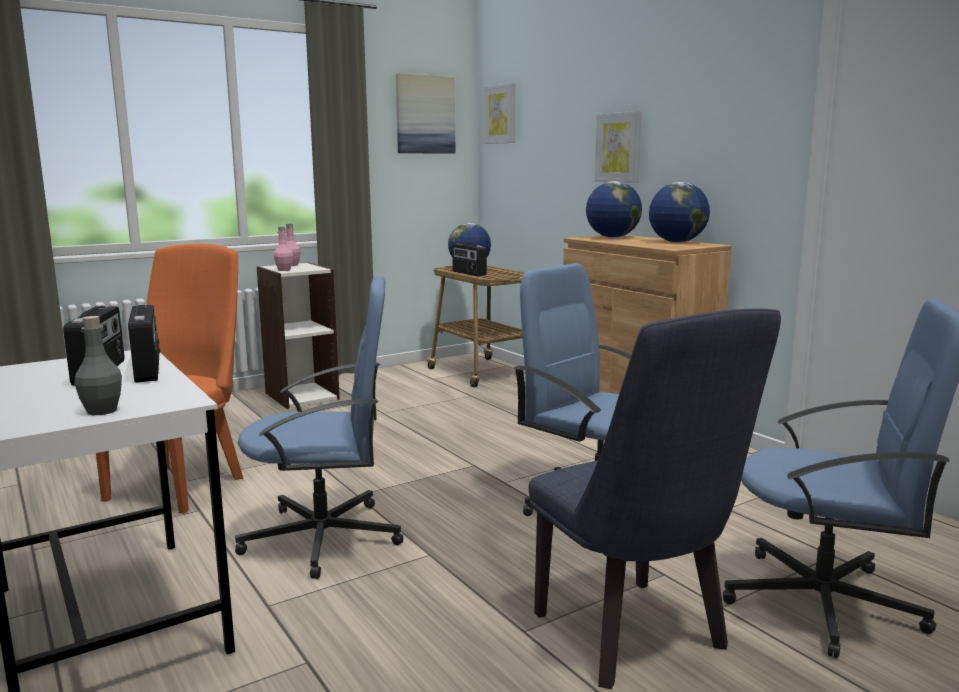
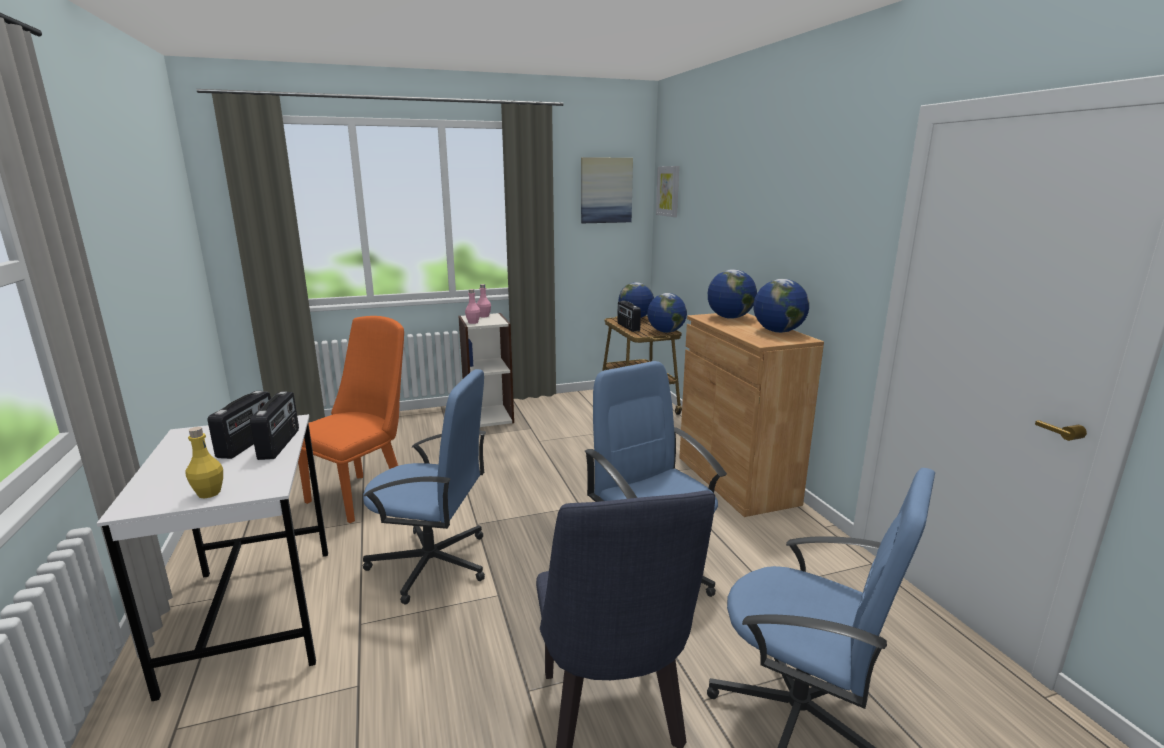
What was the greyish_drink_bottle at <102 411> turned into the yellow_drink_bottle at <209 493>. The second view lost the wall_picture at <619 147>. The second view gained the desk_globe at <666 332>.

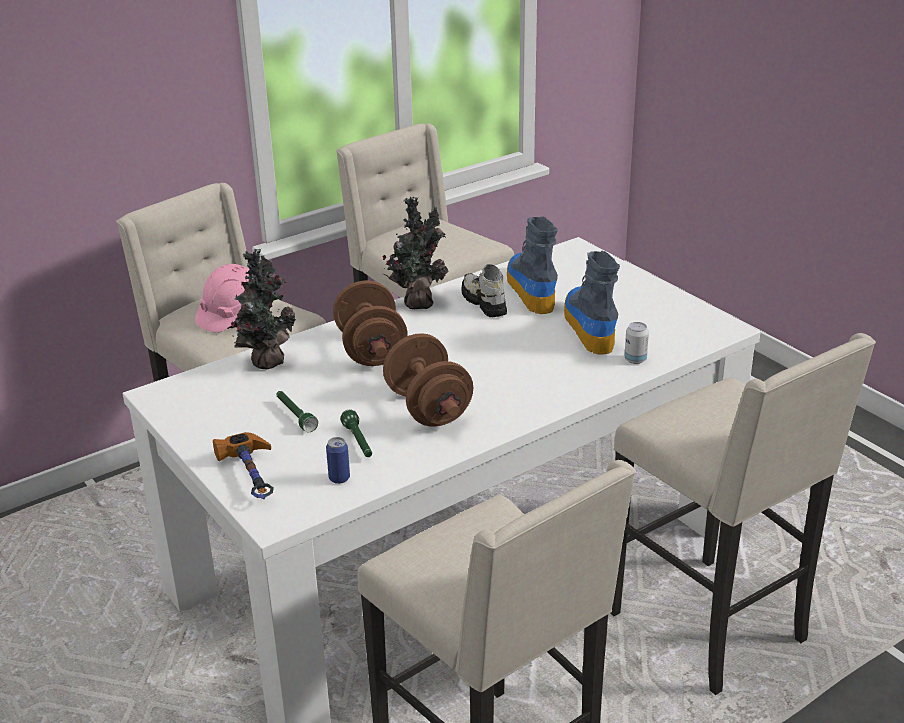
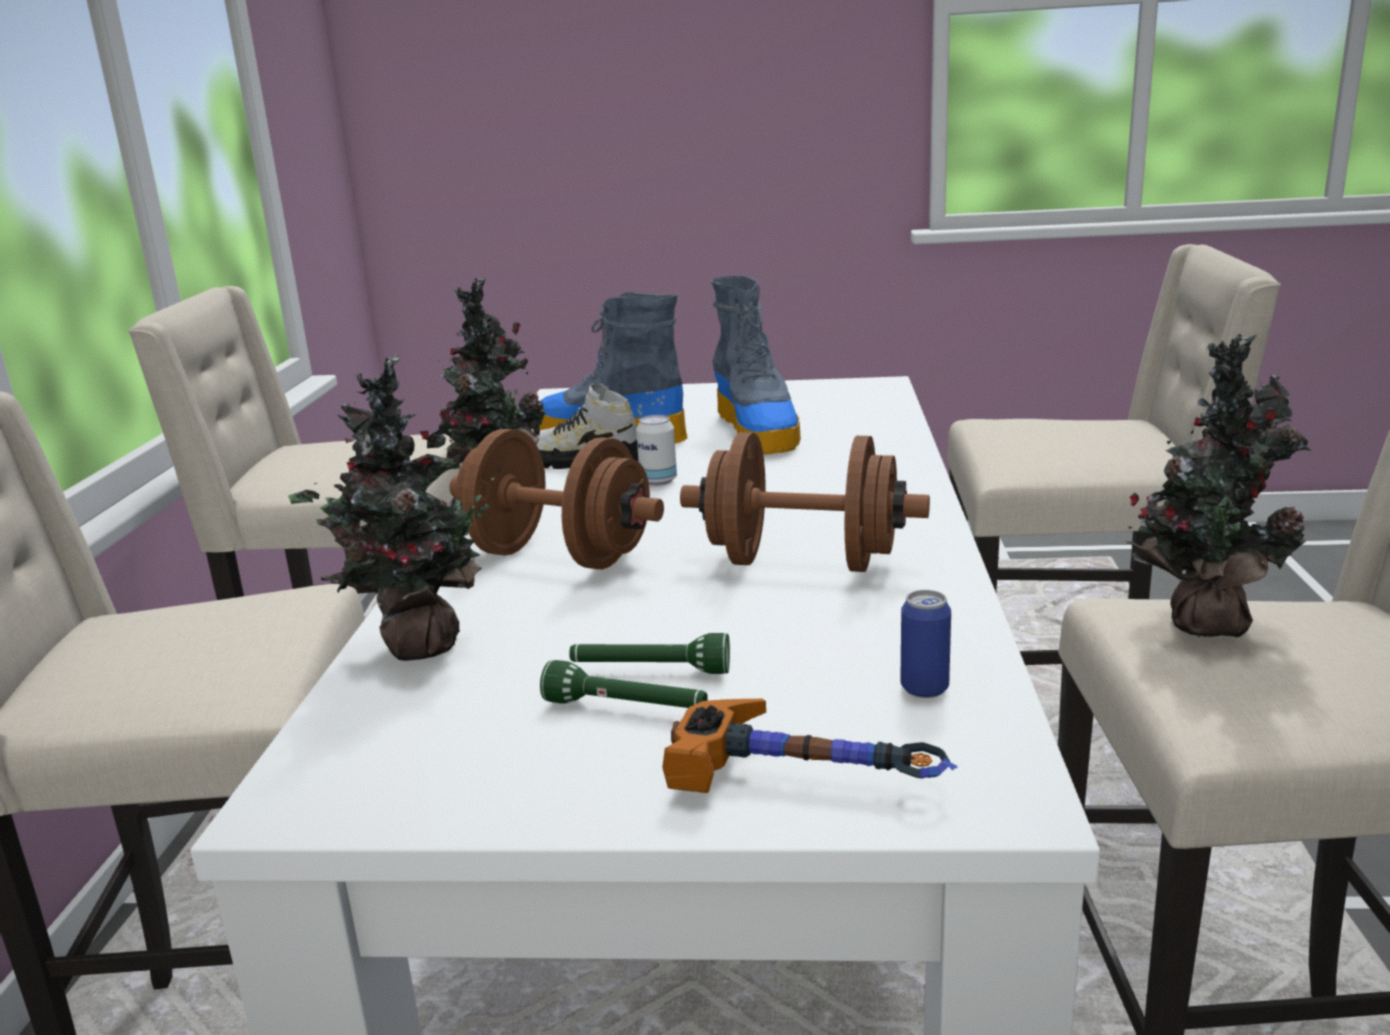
The second view lost the pink-coloured_hard_hat at <231 314>. The green_flashlight ended up elsewhere, having gone from <358 442> to <626 708>. The high-top_boot at <588 327> ended up facing another way, 135 degrees counterclockwise from before. The can ended up elsewhere, having gone from <635 360> to <658 481>. The second view gained the potted_plant at <1203 622>.

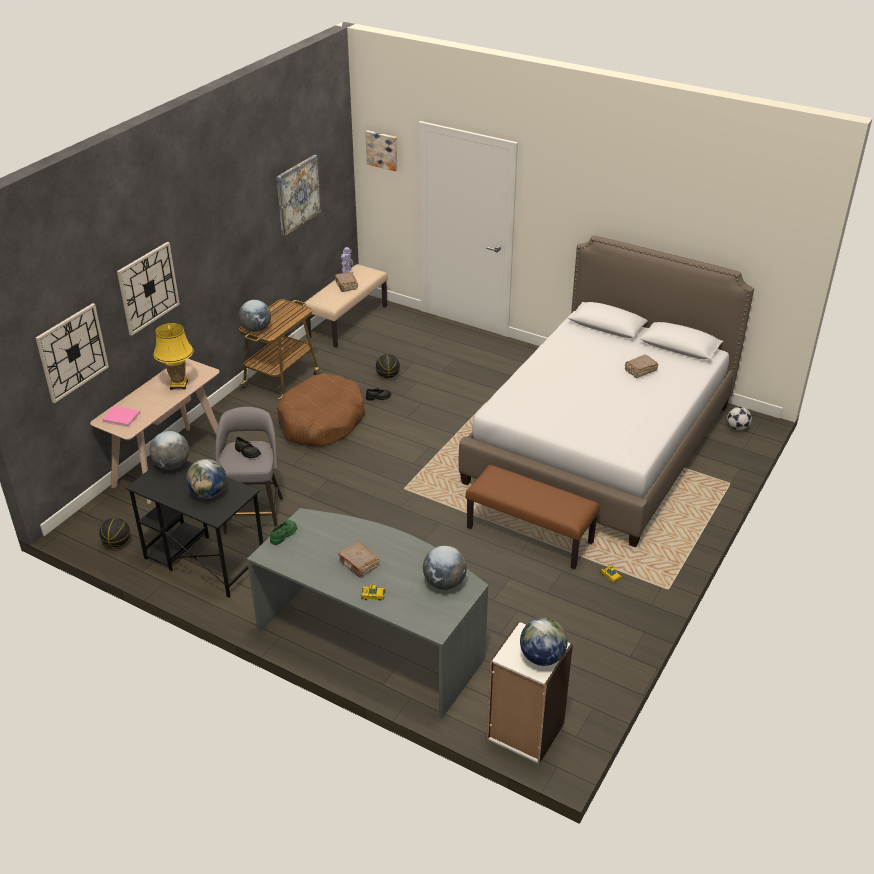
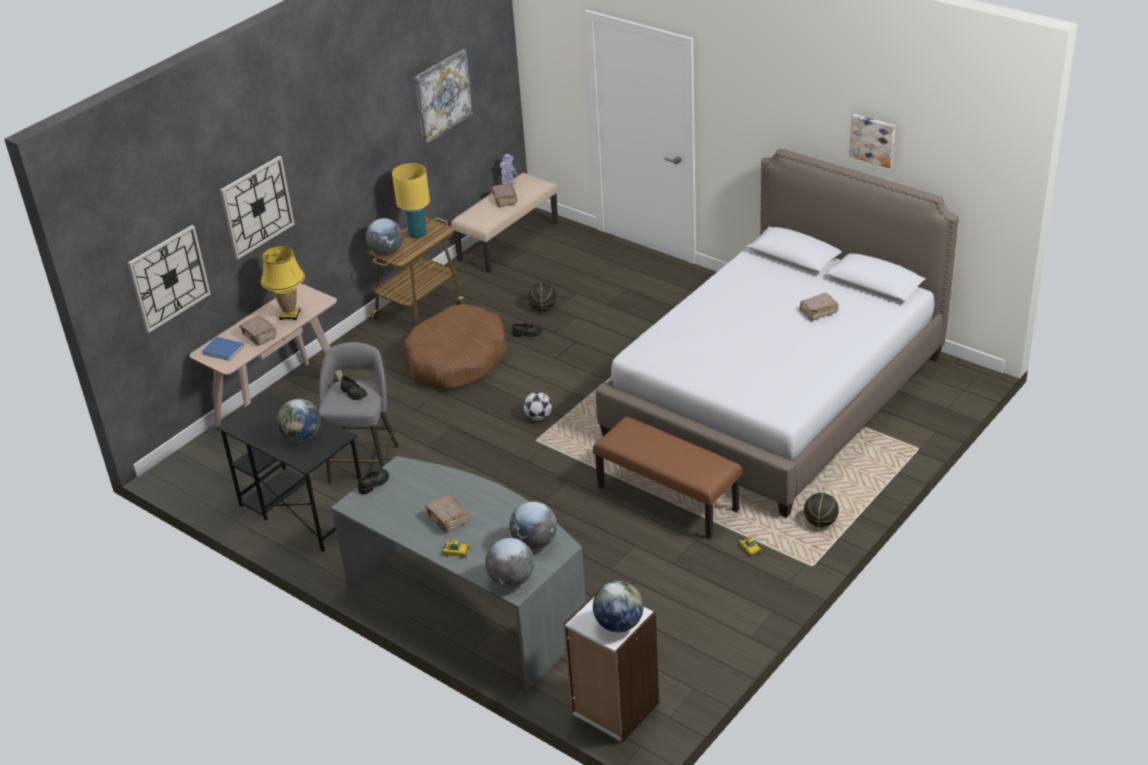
The ball_for_basketball ended up elsewhere, having gone from <117 543> to <820 522>. What was the pink-coloured_bound_book at <122 418> turned into the bluish_bound_book at <224 350>. The desk_globe ended up elsewhere, having gone from <172 465> to <511 580>. What was the green_low_shoe at <284 534> turned into the black_low_shoe at <374 484>. The wall_picture ended up elsewhere, having gone from <382 150> to <873 139>. The ball_for_football ended up elsewhere, having gone from <737 427> to <538 417>. The second view gained the brown-coloured_bound_book at <259 336>. The second view gained the yellow_lamp_for_a_table at <417 234>.

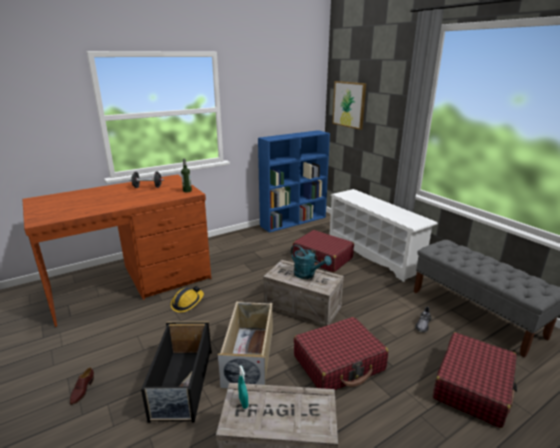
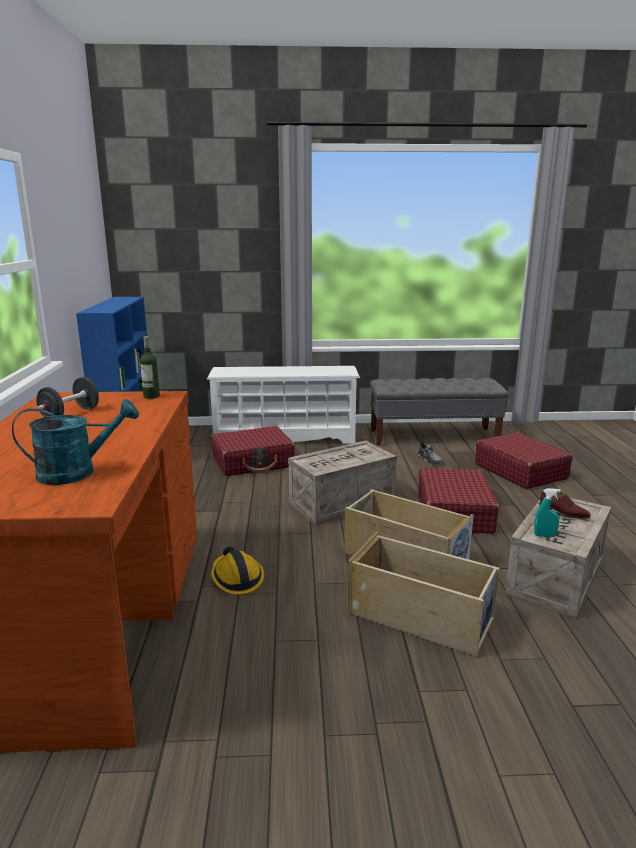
The brown-coloured_low_shoe ended up elsewhere, having gone from <82 390> to <563 513>. What was the black_storage_bin at <182 384> turned into the beige-coloured_storage_bin at <421 617>. The turquoise_sprinkling_can ended up elsewhere, having gone from <307 274> to <77 472>. The second view lost the wall_picture at <349 104>.

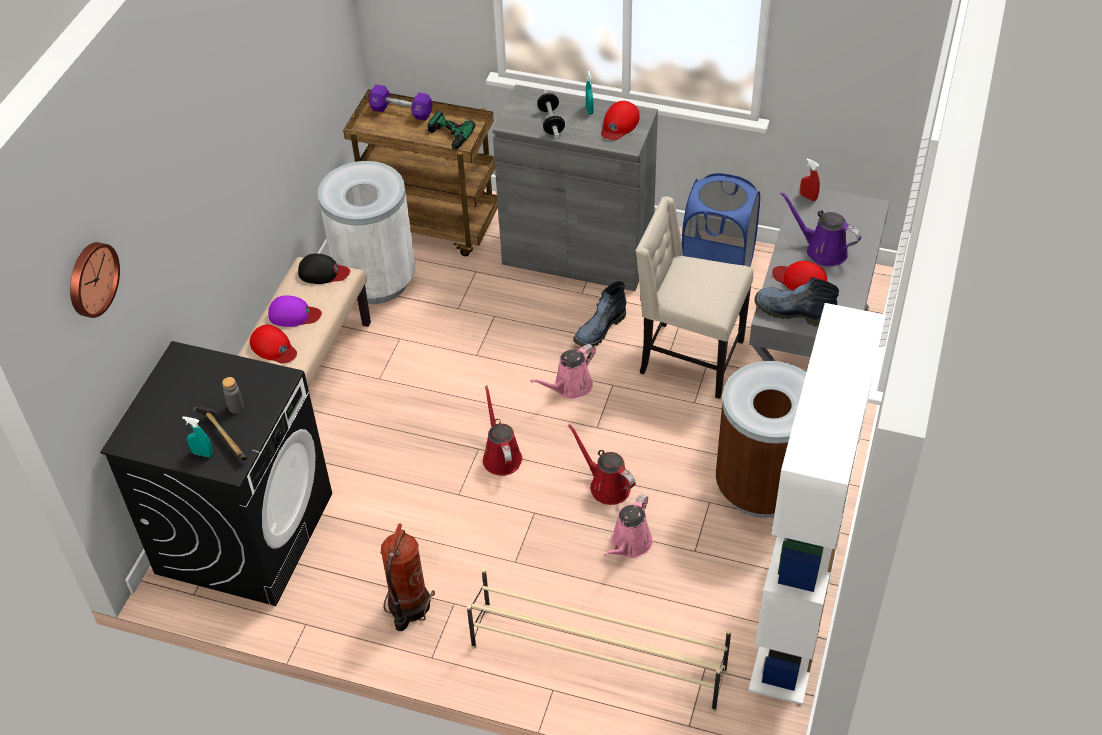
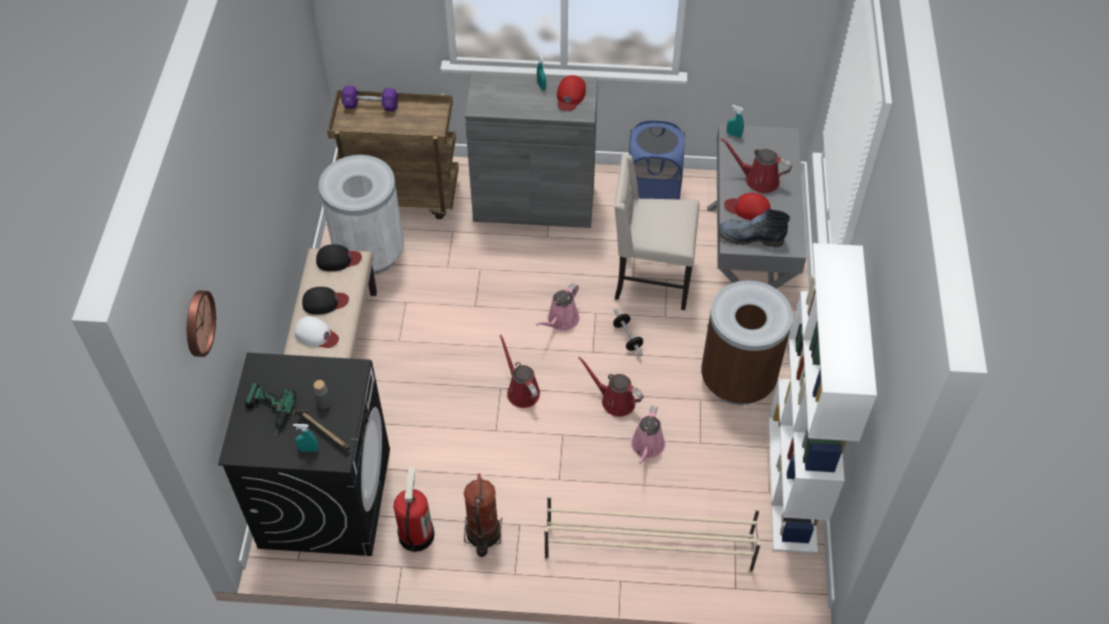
What was the red-coloured_cap at <273 347> turned into the white_cap at <316 335>. What was the purple_cap at <294 315> turned into the black_cap at <324 302>. The drill ended up elsewhere, having gone from <446 138> to <267 414>. The free_weight ended up elsewhere, having gone from <551 122> to <627 337>. The second view lost the high-top_boot at <599 330>. What was the purple_sprinkling_can at <822 250> turned into the red-coloured_sprinkling_can at <758 180>. What was the red-coloured_hand_sprayer at <808 197> turned into the turquoise_hand_sprayer at <734 135>. The second view gained the fire_extinguisher at <415 534>.

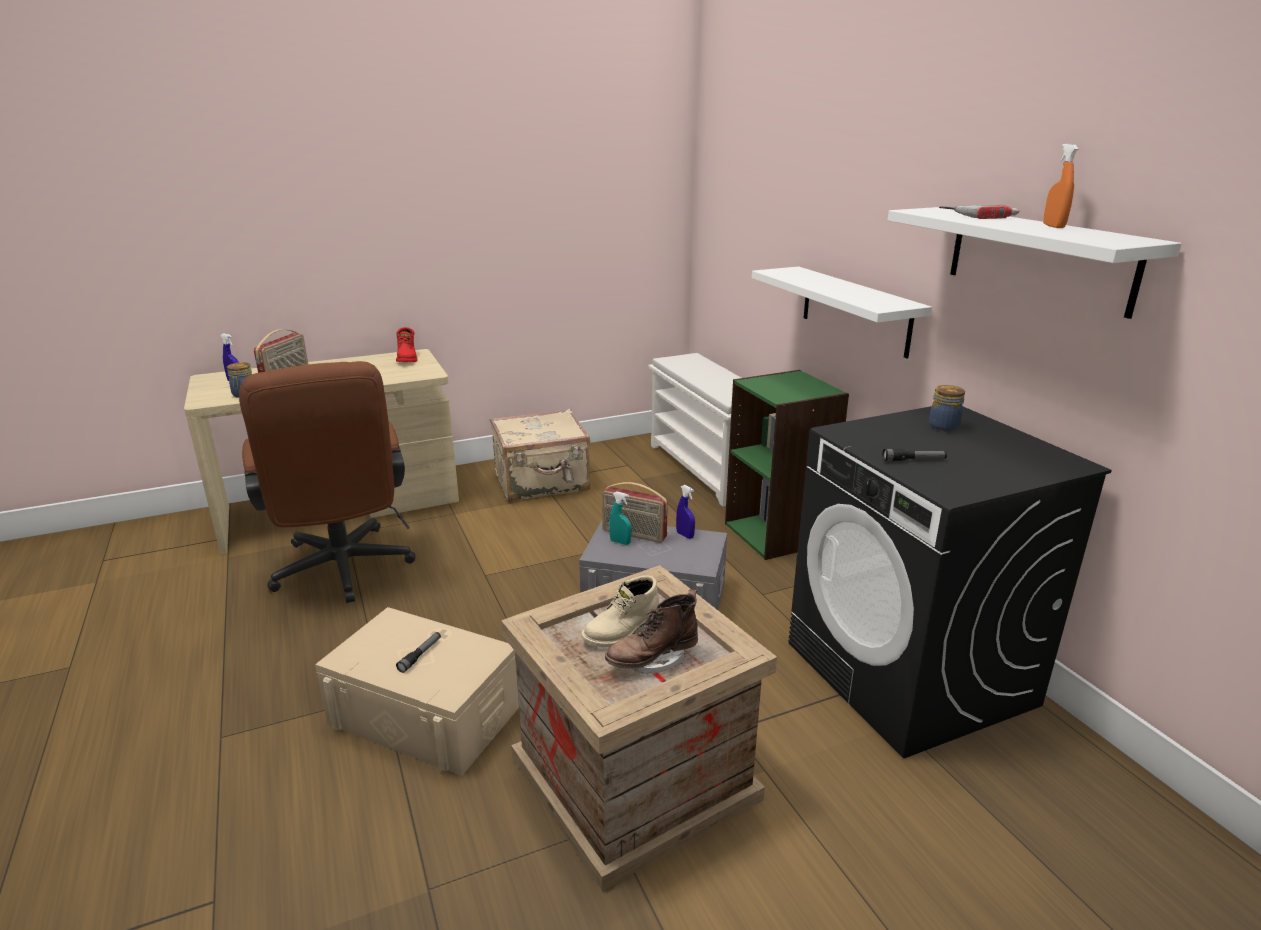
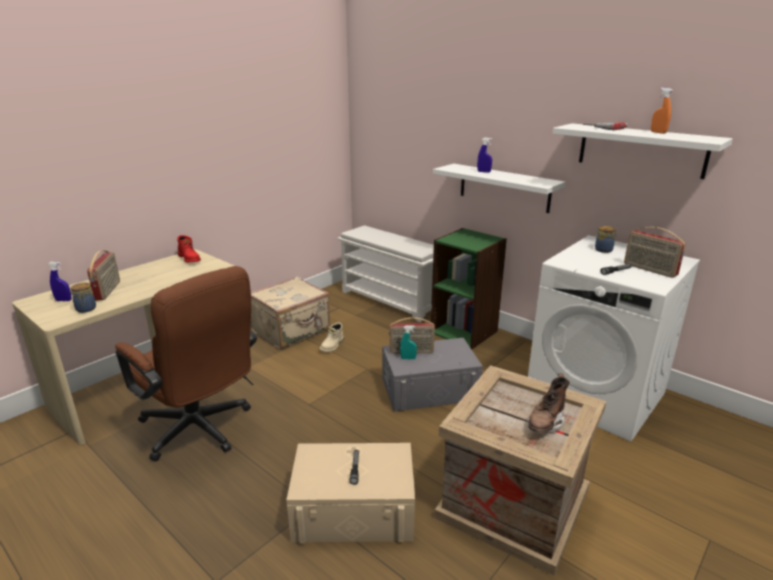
The beige-coloured_high-top_boot ended up elsewhere, having gone from <622 631> to <332 345>. The bluish_hand_sprayer ended up elsewhere, having gone from <685 535> to <483 172>. What was the black_laundry_machine at <910 674> turned into the white_laundry_machine at <596 395>. The second view gained the radio_receiver at <649 270>.

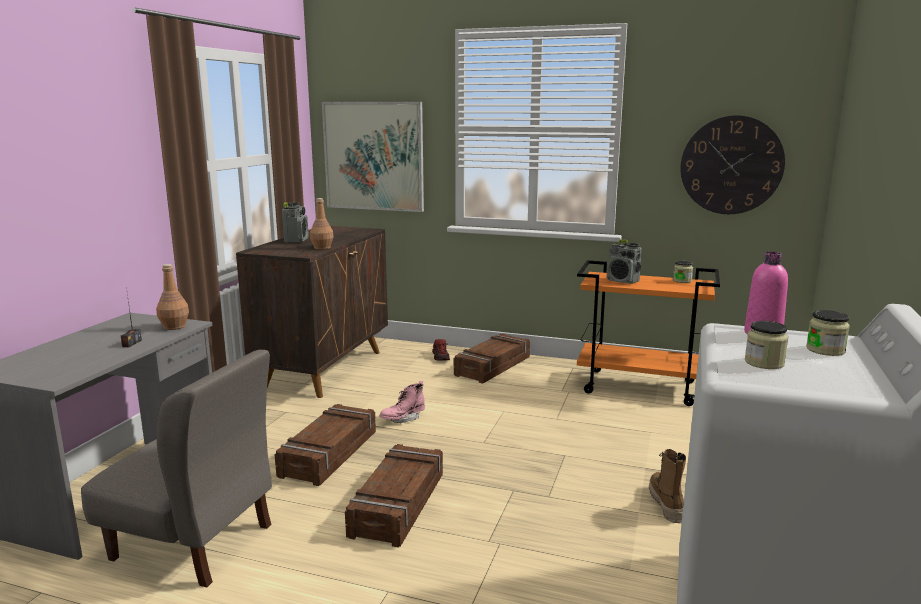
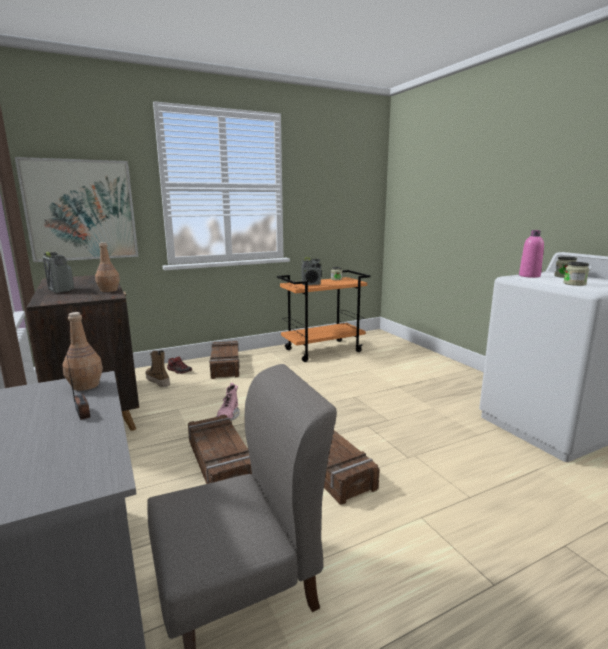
The high-top_boot ended up elsewhere, having gone from <666 504> to <157 381>. The second view lost the clock_on_the_wall at <731 165>.

